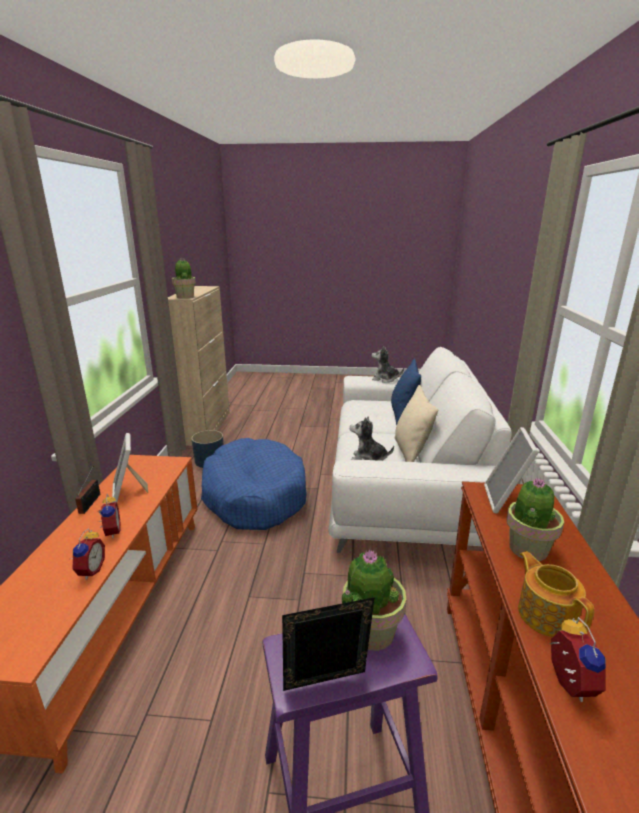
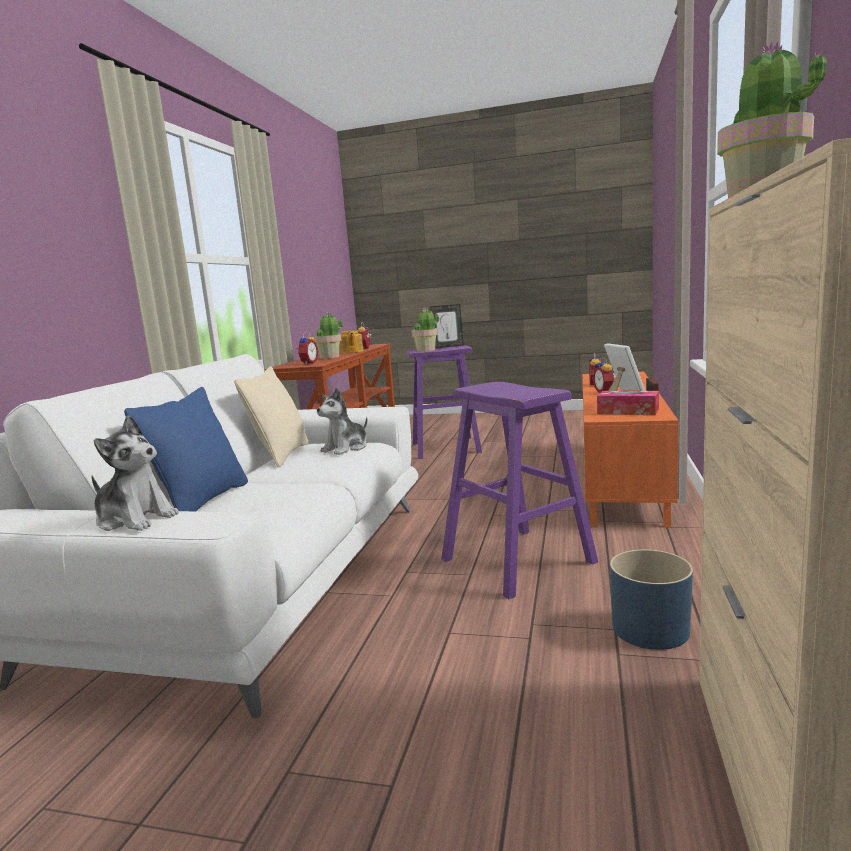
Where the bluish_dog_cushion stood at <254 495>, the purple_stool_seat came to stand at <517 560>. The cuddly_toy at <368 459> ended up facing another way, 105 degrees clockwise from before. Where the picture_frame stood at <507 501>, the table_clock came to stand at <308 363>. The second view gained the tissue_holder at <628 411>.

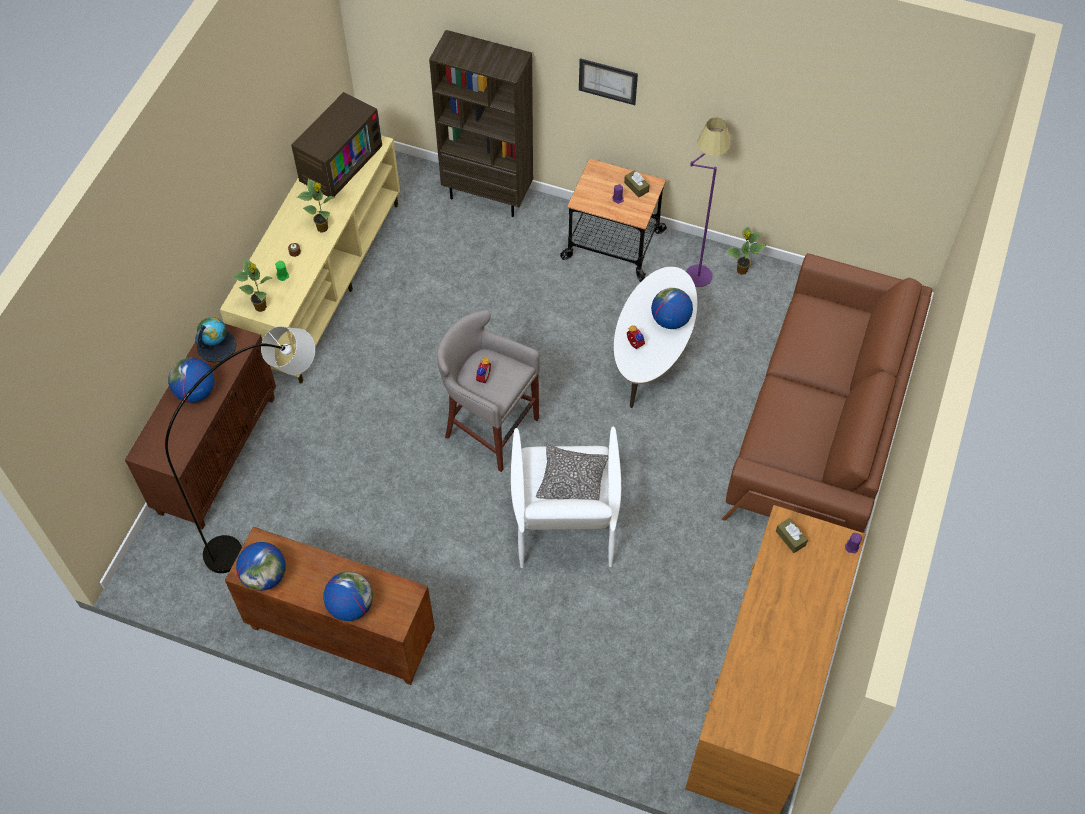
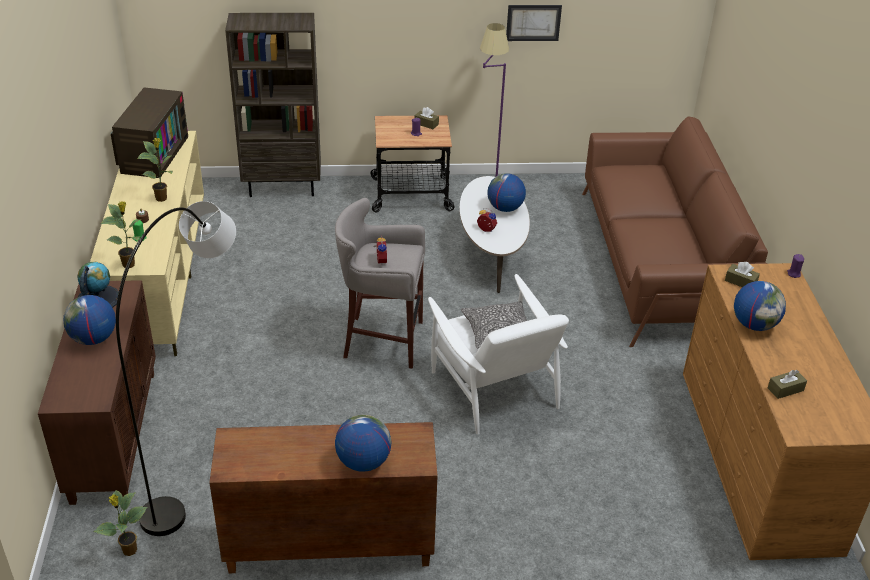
The desk_globe ended up elsewhere, having gone from <265 576> to <754 324>. The wall_picture ended up elsewhere, having gone from <608 81> to <533 22>. The potted_plant ended up elsewhere, having gone from <741 271> to <129 551>. The second view gained the brown-coloured_tissue_holder at <785 389>.

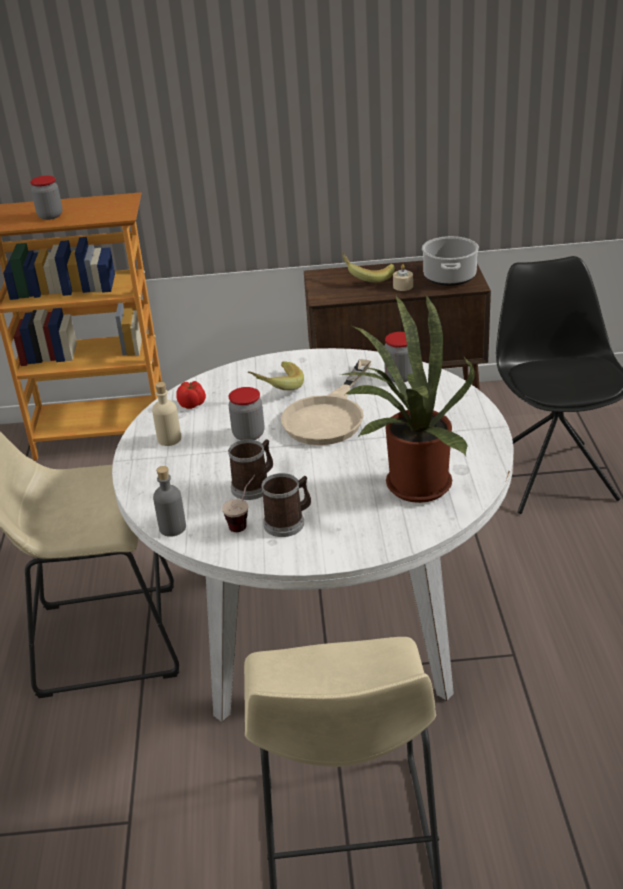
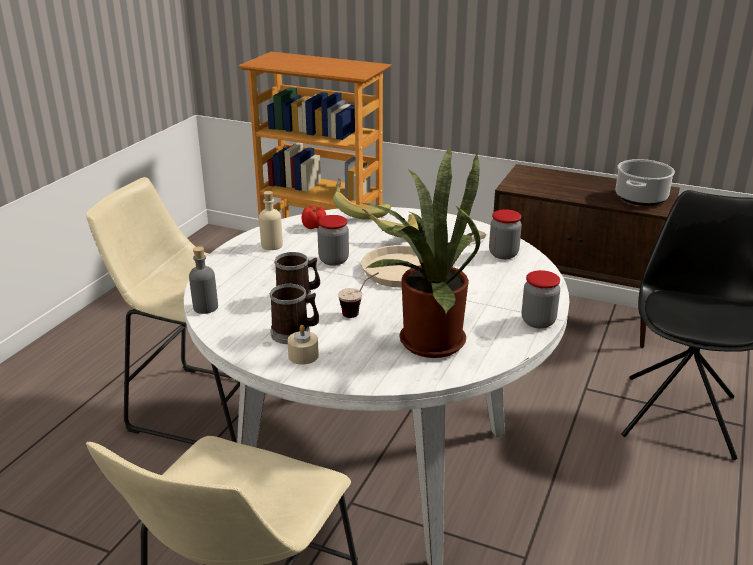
The jar ended up elsewhere, having gone from <50 216> to <538 321>. The cup ended up elsewhere, having gone from <244 521> to <359 312>. The banana ended up elsewhere, having gone from <367 277> to <359 211>. The beige-coloured_candle ended up elsewhere, having gone from <403 286> to <303 356>.

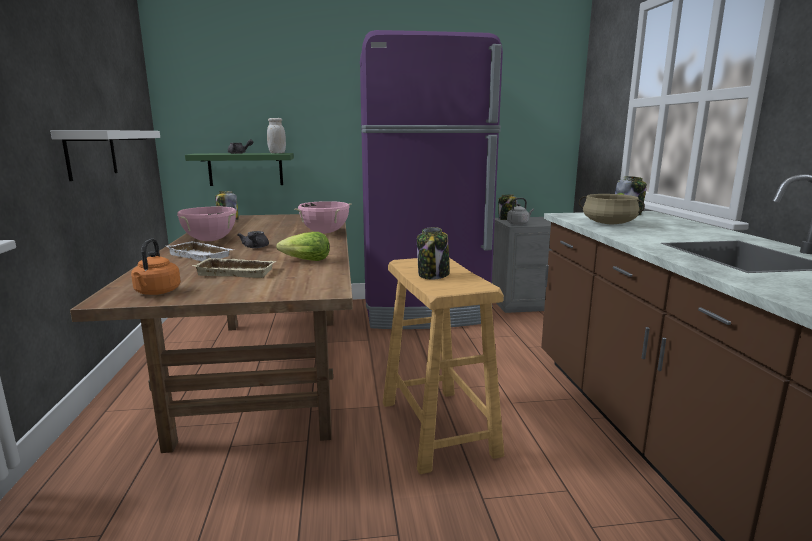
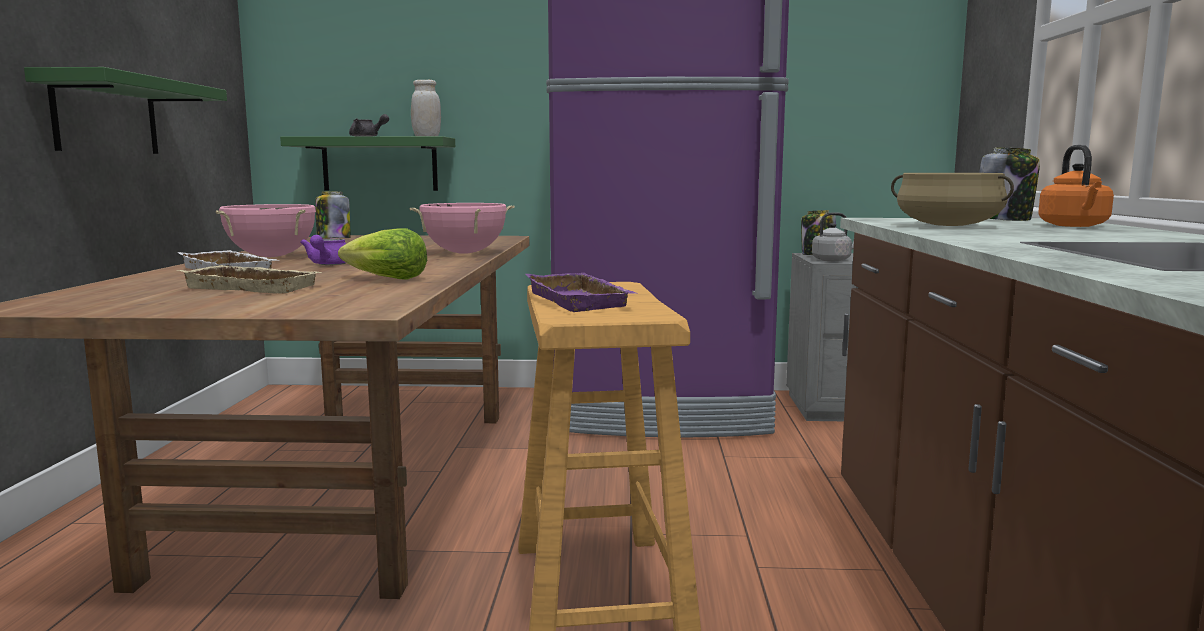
What was the white_shelf at <91 153> turned into the green_shelf at <106 116>. The orangey_kettle ended up elsewhere, having gone from <156 292> to <1074 226>. What was the greyish_teapot at <255 247> turned into the purple_teapot at <328 264>. Where the jar stood at <433 275>, the purple_serving_tray came to stand at <582 301>.

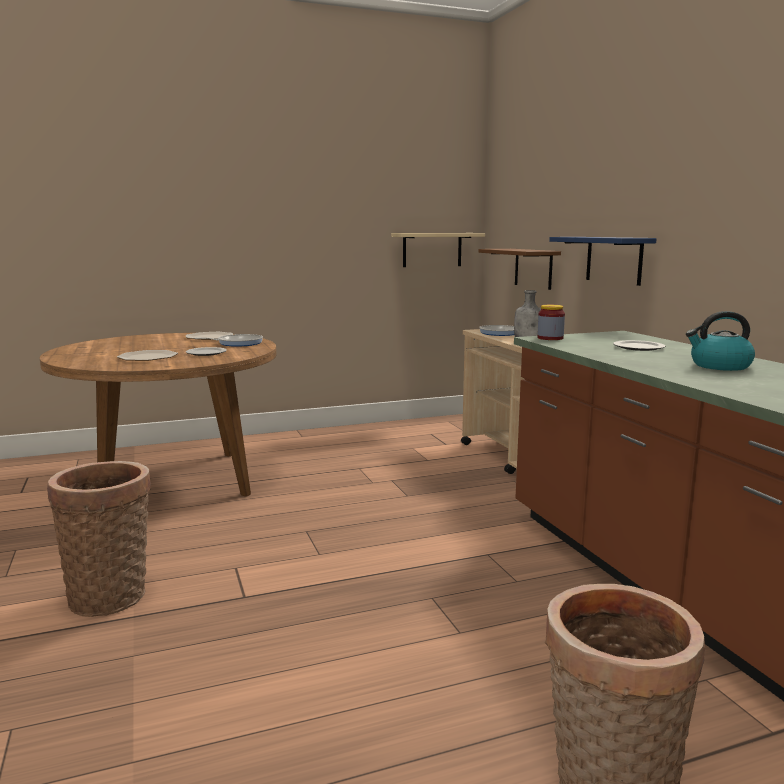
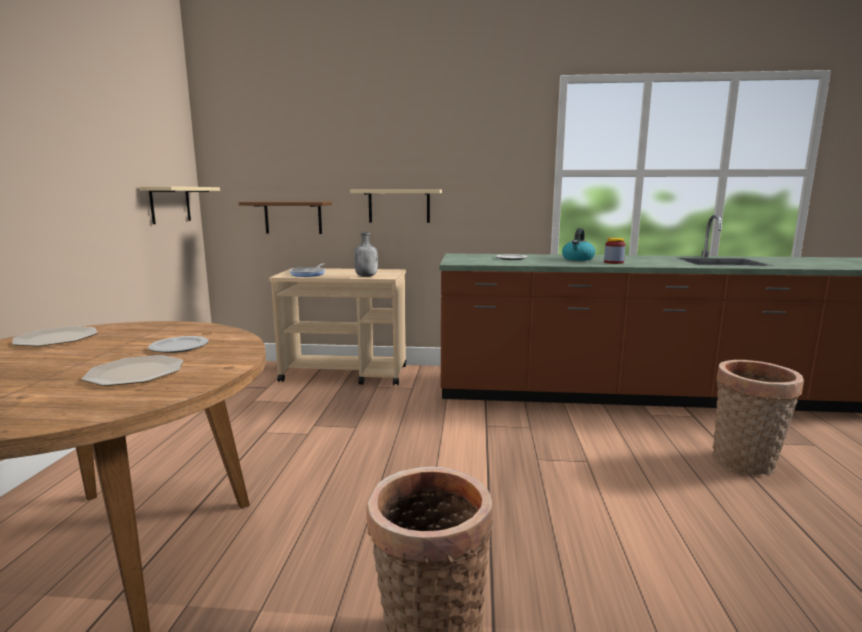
The second view lost the frying_pan at <237 343>. The jar ended up elsewhere, having gone from <550 338> to <613 262>. What was the bluish_shelf at <614 260> turned into the beige-coloured_shelf at <399 206>.

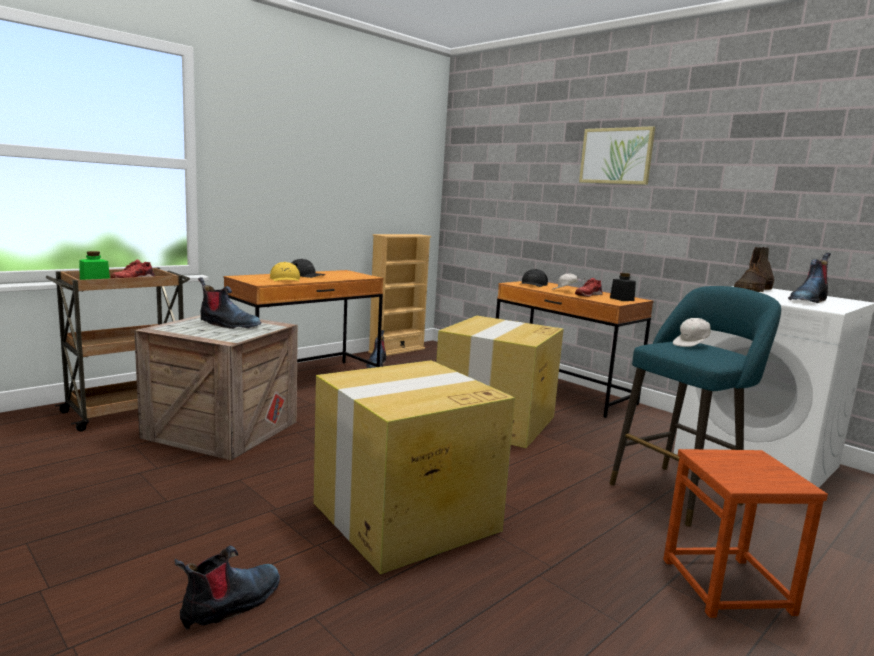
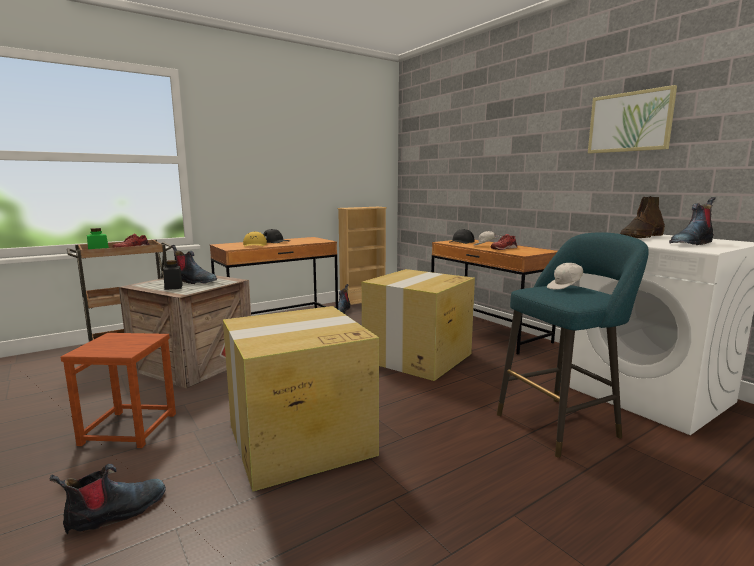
The wall_picture ended up elsewhere, having gone from <616 156> to <630 122>. The black_jar ended up elsewhere, having gone from <622 299> to <173 287>. The brown-coloured_stool_seat ended up elsewhere, having gone from <727 586> to <130 429>.

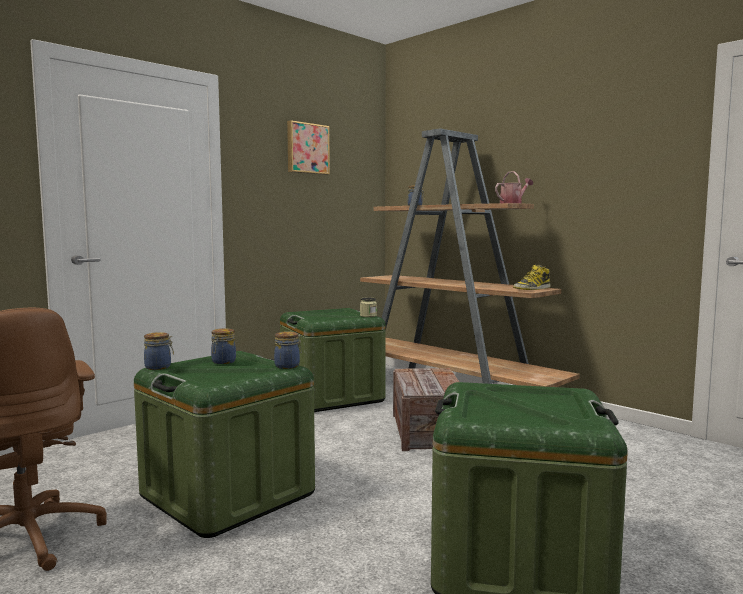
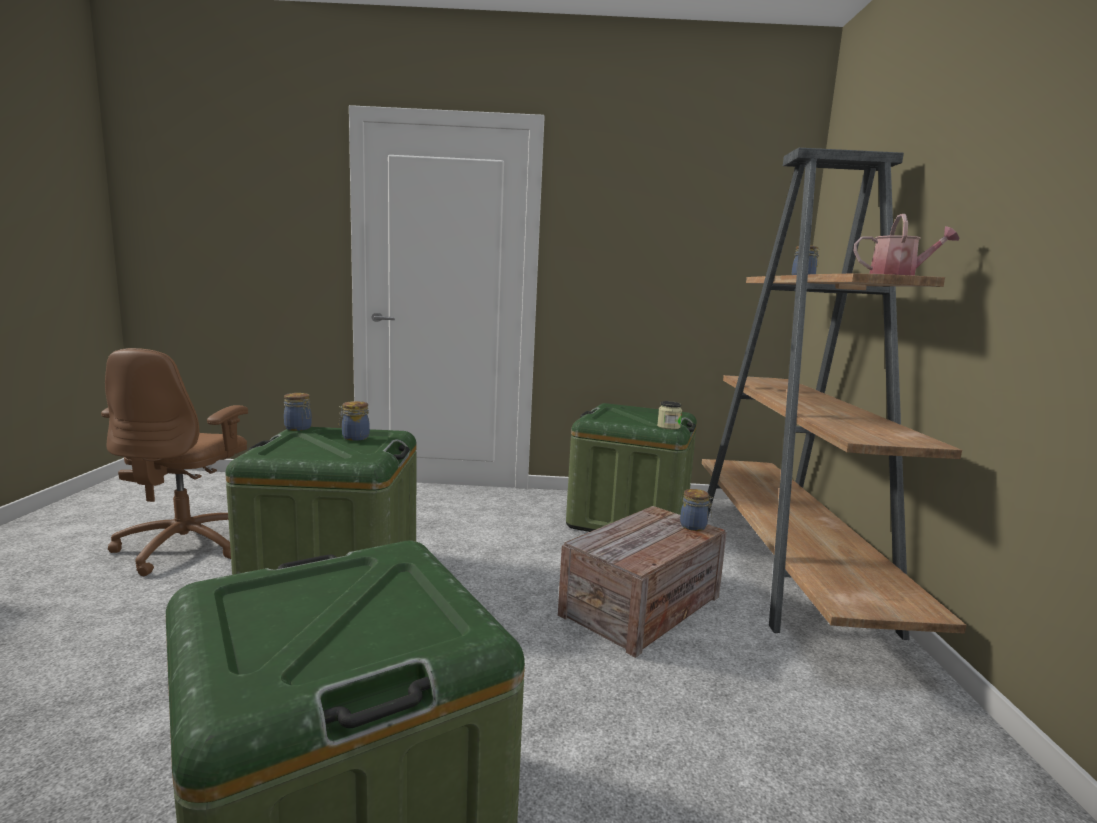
The jar ended up elsewhere, having gone from <288 366> to <694 526>. The second view lost the wall_picture at <307 148>. The second view lost the high-top_boot at <532 289>.

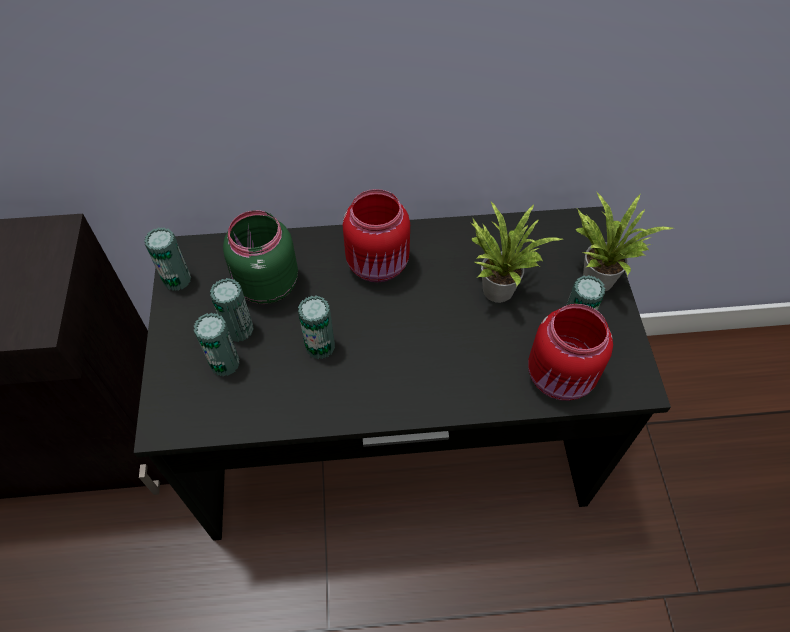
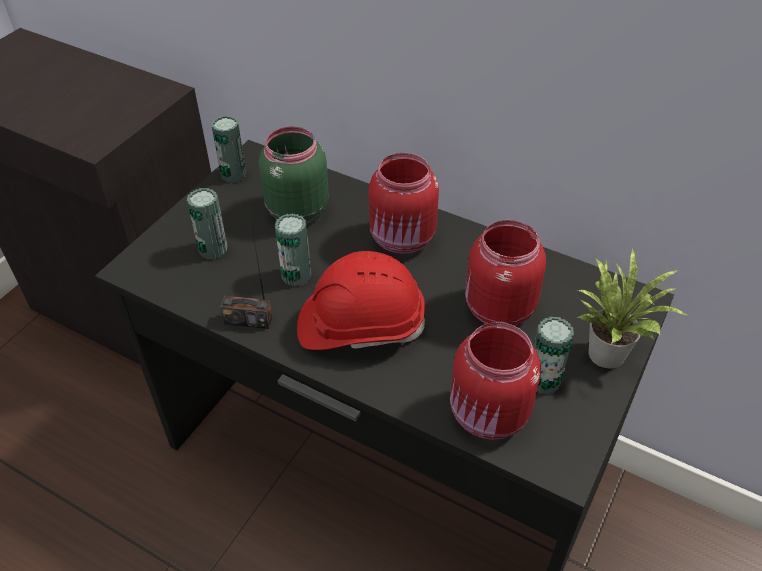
The second view lost the can at <239 329>. Where the potted_plant stood at <497 286>, the red-coloured_jar came to stand at <497 309>. The second view gained the radio_receiver at <248 320>. The second view gained the red-coloured_hard_hat at <360 325>.

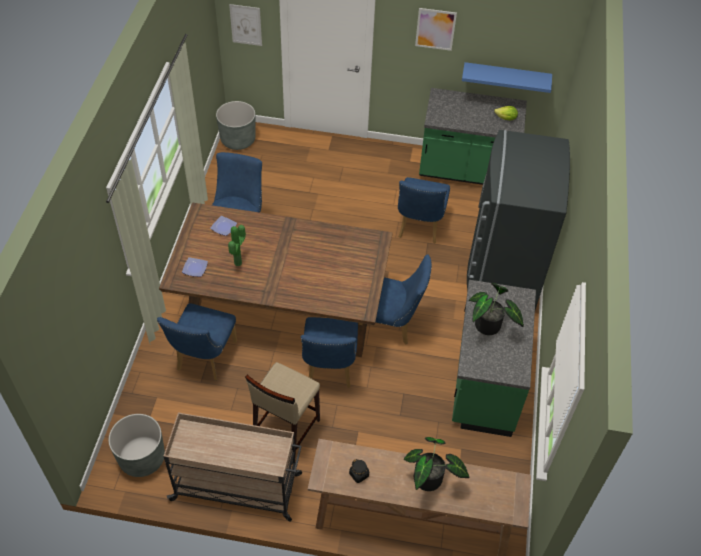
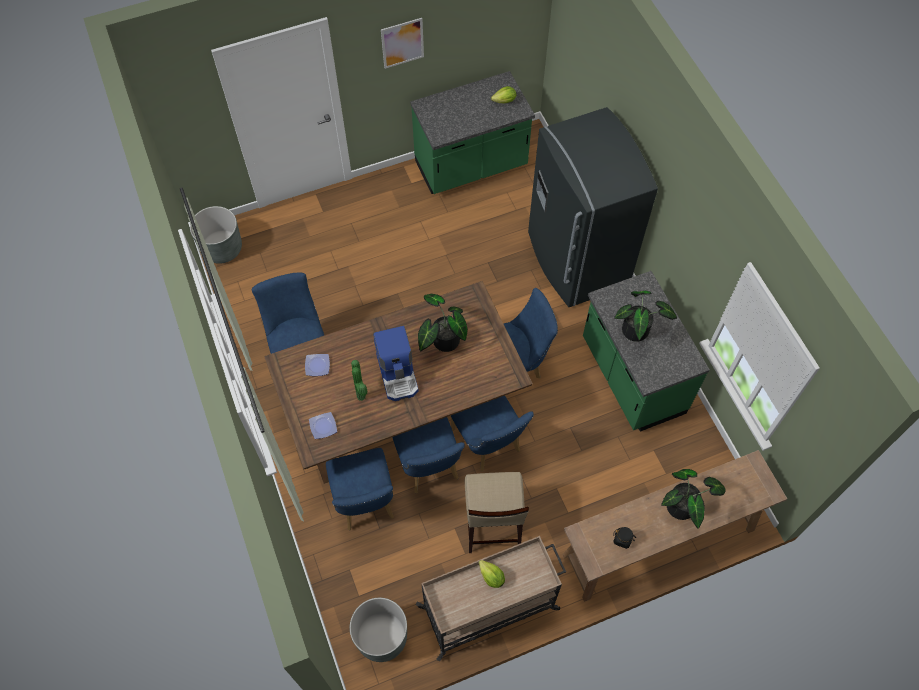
The second view lost the wall_picture at <246 25>. The bluish_upright_chair ended up elsewhere, having gone from <419 227> to <429 467>. The second view lost the bluish_shelf at <506 76>. The second view gained the coffee_maker at <398 374>. The second view gained the potted_plant at <442 341>. The second view gained the lettuce at <491 577>.

